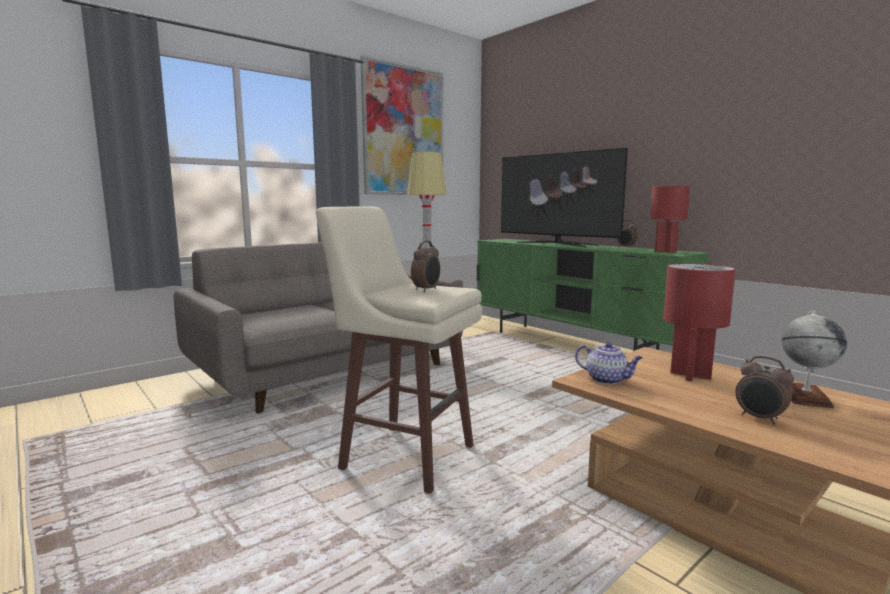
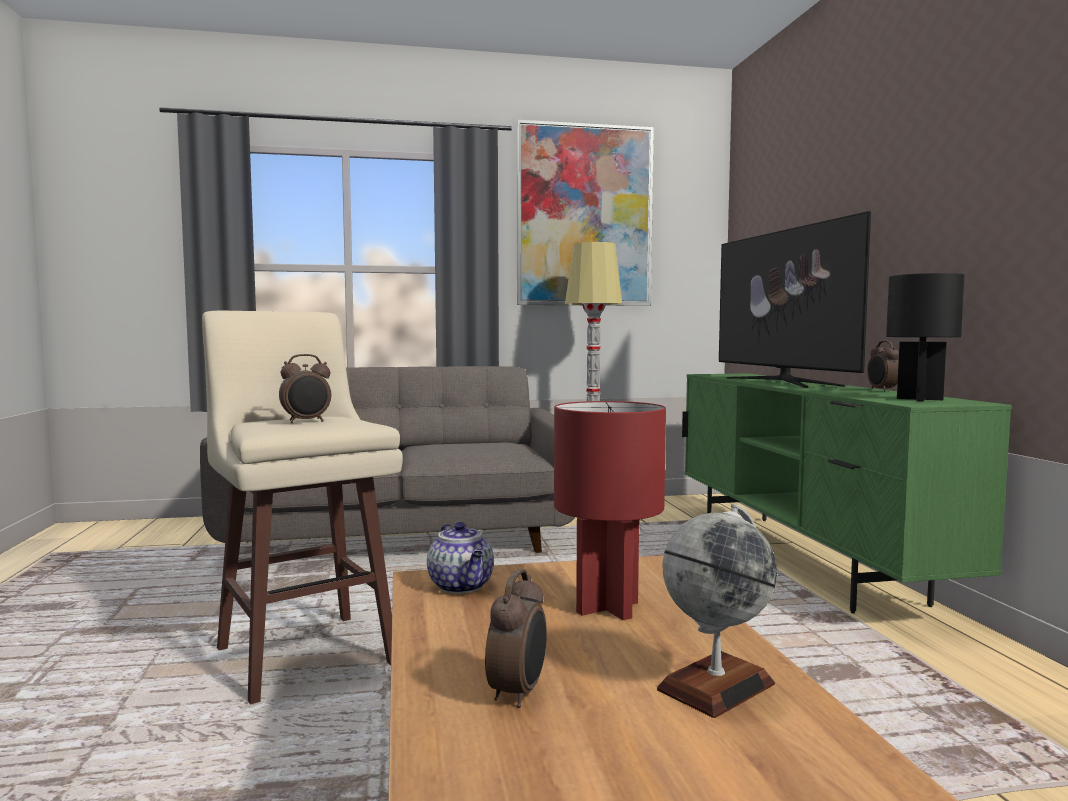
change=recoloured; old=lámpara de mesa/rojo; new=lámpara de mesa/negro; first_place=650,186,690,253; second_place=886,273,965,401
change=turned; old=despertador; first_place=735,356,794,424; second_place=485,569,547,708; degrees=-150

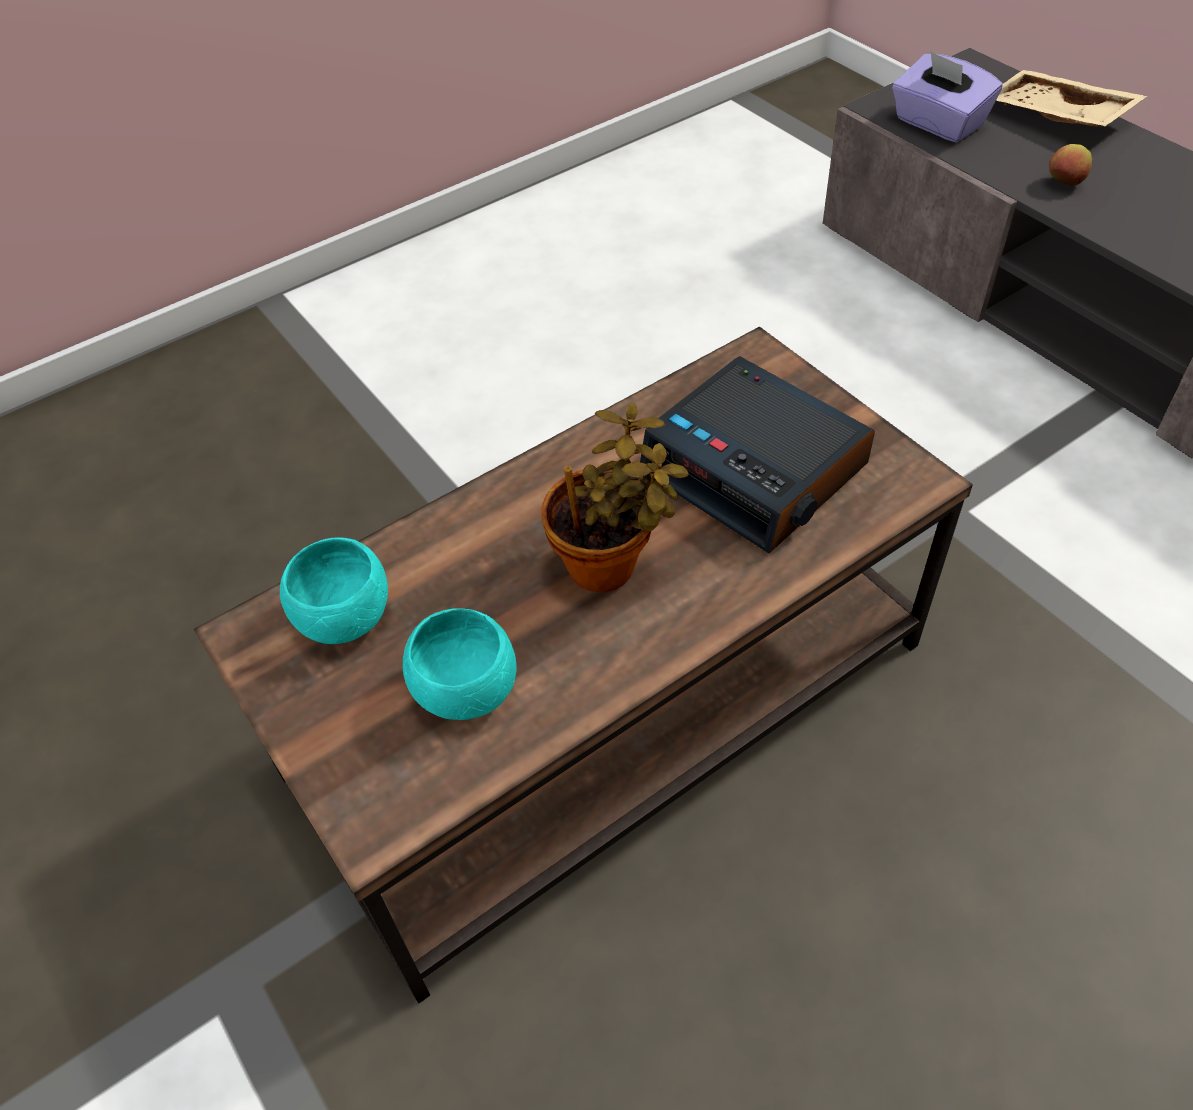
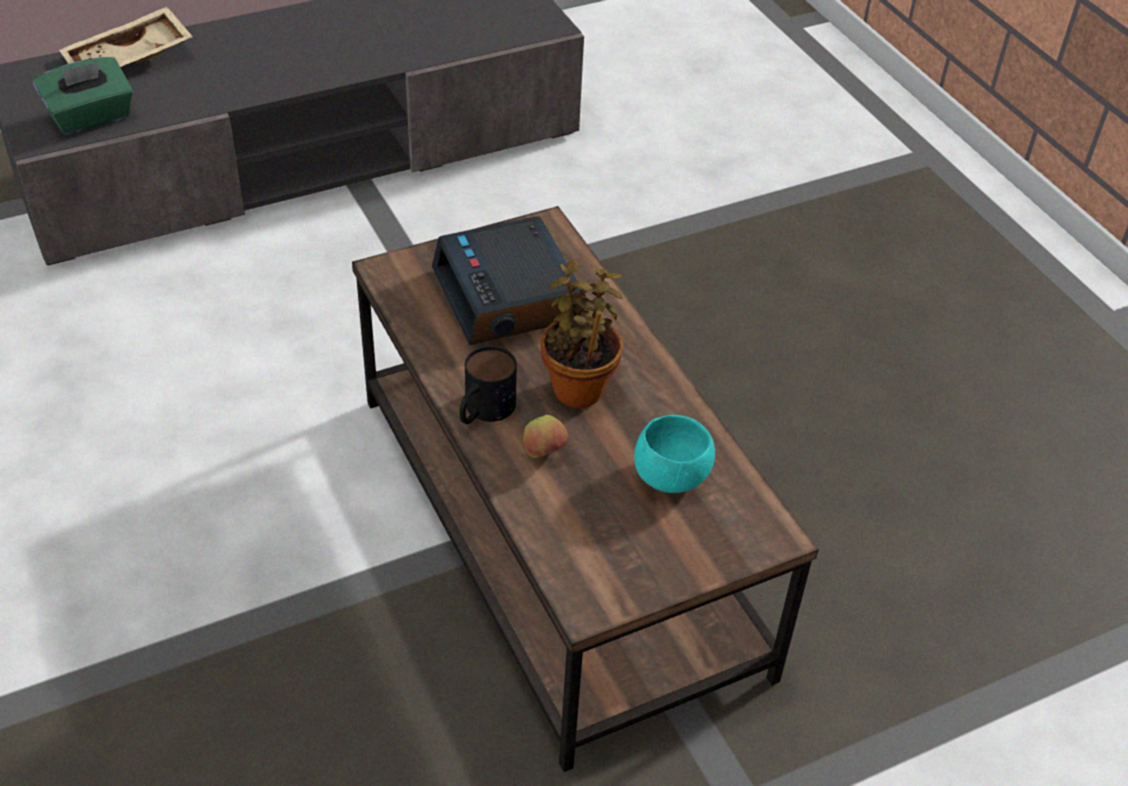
change=recoloured; old=caja de pañuelos/morado; new=caja de pañuelos/verde; first_place=892,51,1002,143; second_place=33,57,133,135
change=moved; old=manzana; first_place=1049,144,1092,186; second_place=523,415,569,459
change=turned; old=despertador; first_place=640,356,875,553; second_place=432,217,586,345; degrees=105
change=removed; old=cuenco/turquesa; first_place=280,537,388,644
change=added; new=taza grande; second_place=459,346,517,424

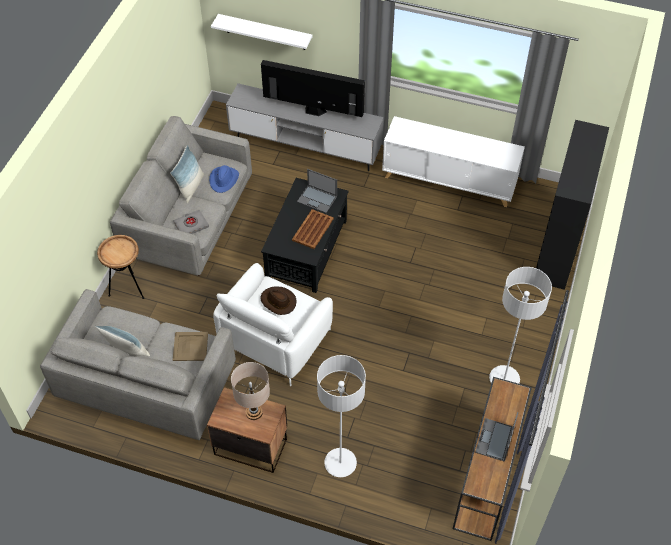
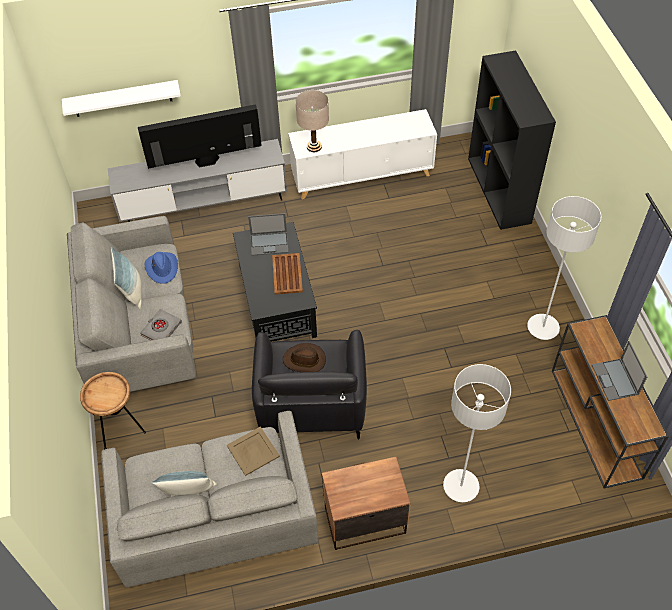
change=recoloured; old=sillón/blanco; new=sillón/negro; first_place=213,263,333,386; second_place=252,330,367,439
change=moved; old=lámpara de mesa/beis; first_place=231,362,270,420; second_place=295,90,329,152

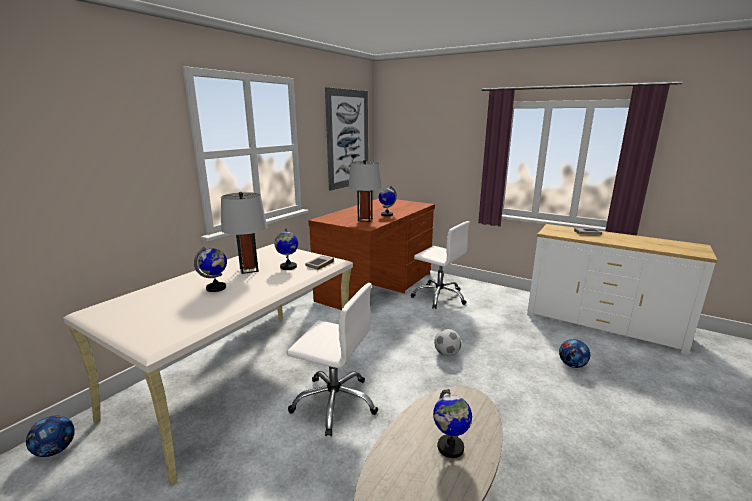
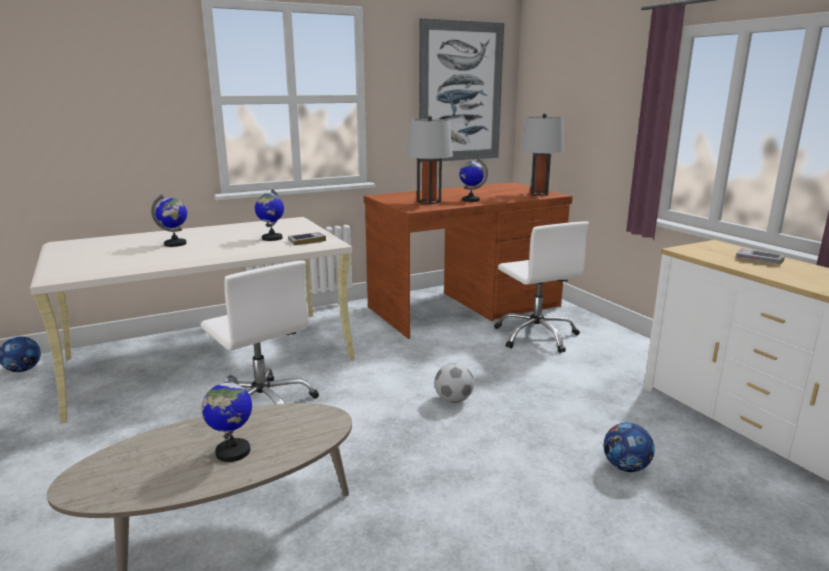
change=moved; old=lámpara de mesa/gris; first_place=221,192,267,274; second_place=520,113,564,196

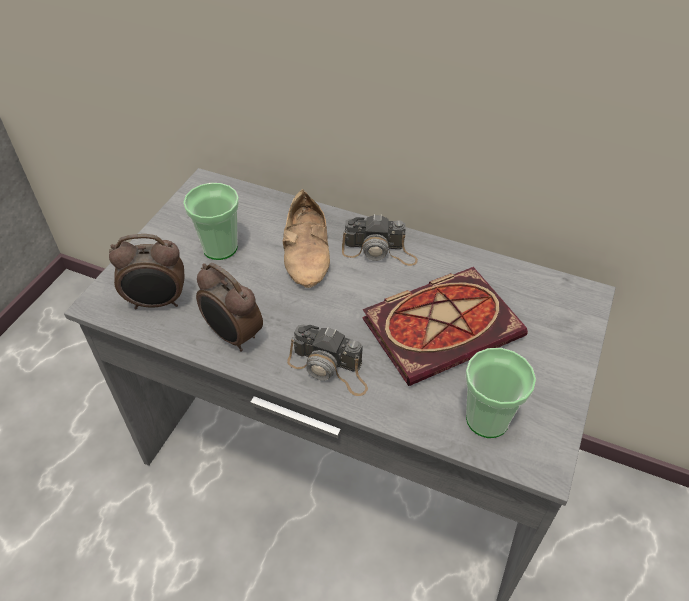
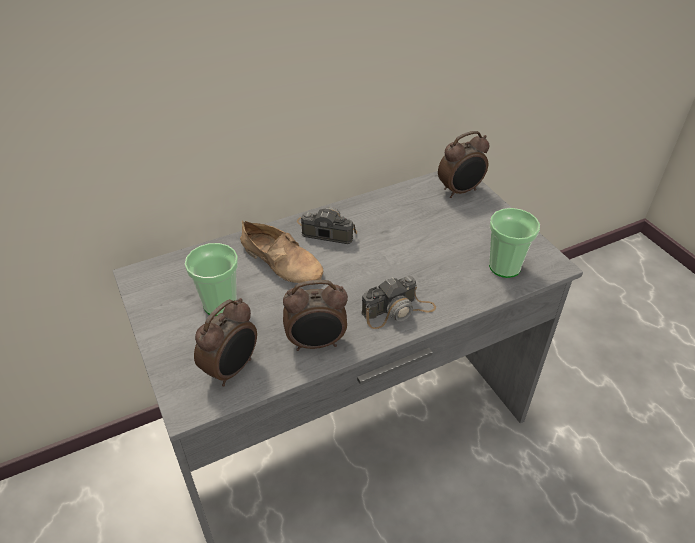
change=turned; old=cámara; first_place=342,214,418,266; second_place=297,207,357,244; degrees=-120
change=removed; old=libro; first_place=362,267,528,386
change=added; new=despertador; second_place=438,131,490,198

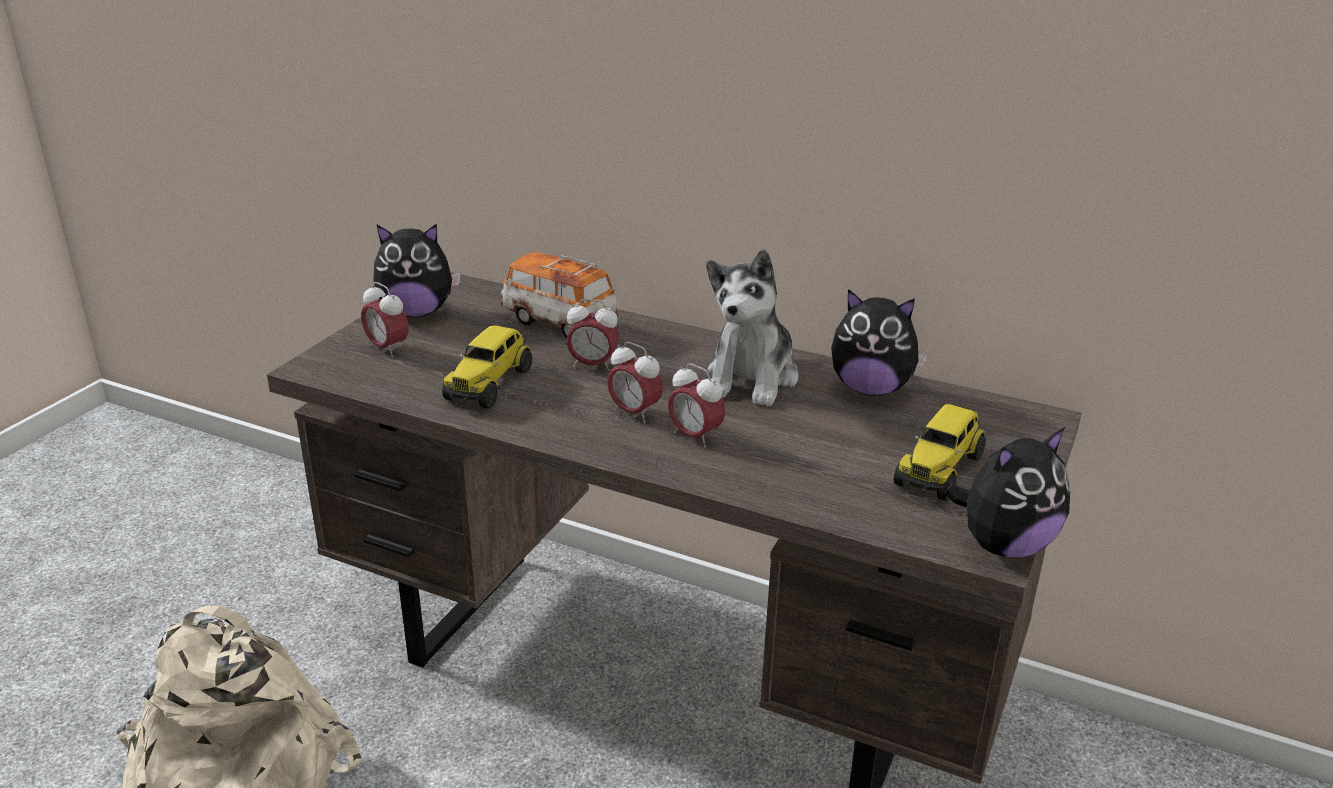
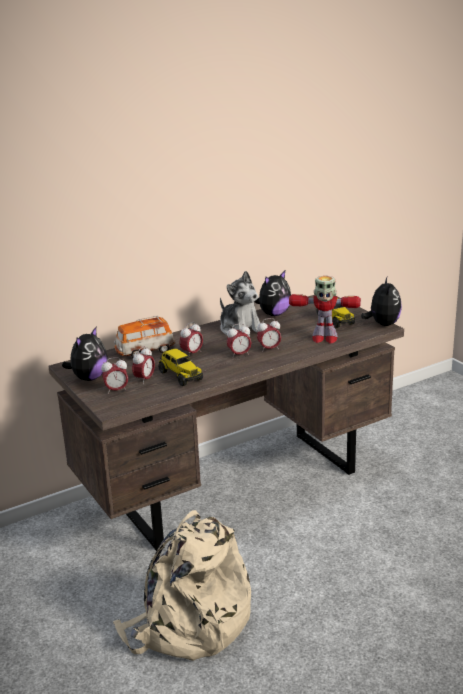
change=added; new=robot de juguete; second_place=289,276,361,343
change=added; new=despertador; second_place=132,346,155,384

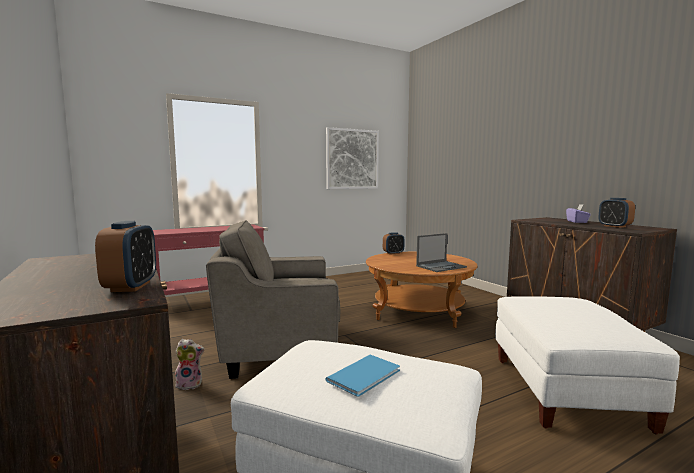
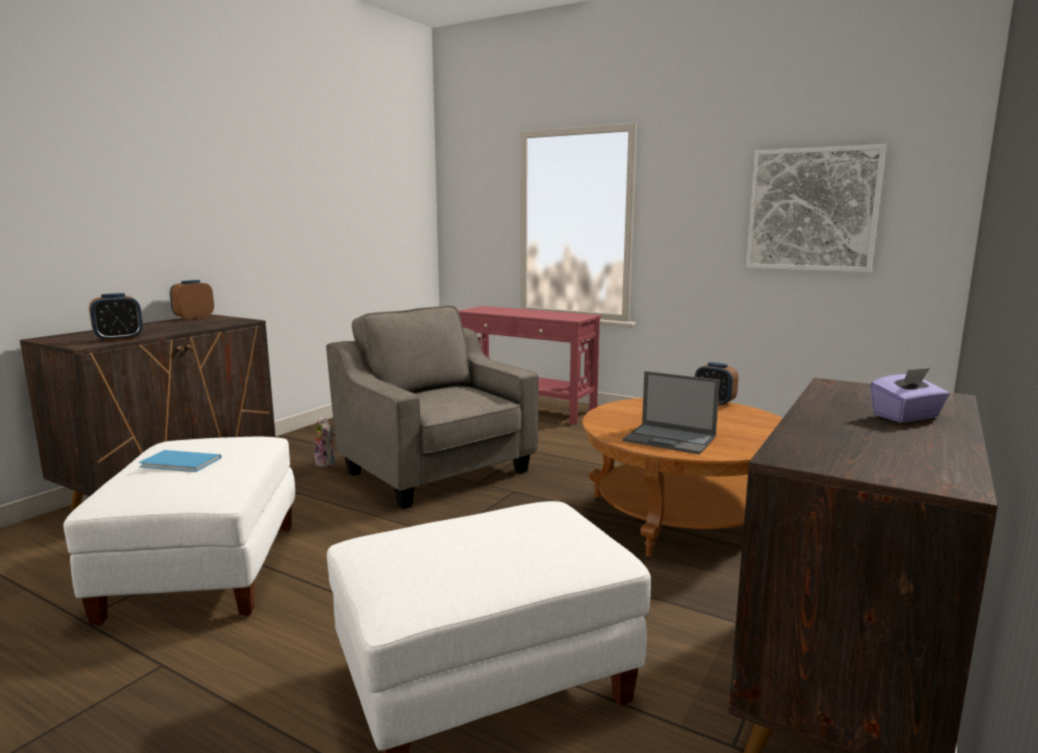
change=moved; old=despertador; first_place=598,198,635,228; second_place=170,280,214,320

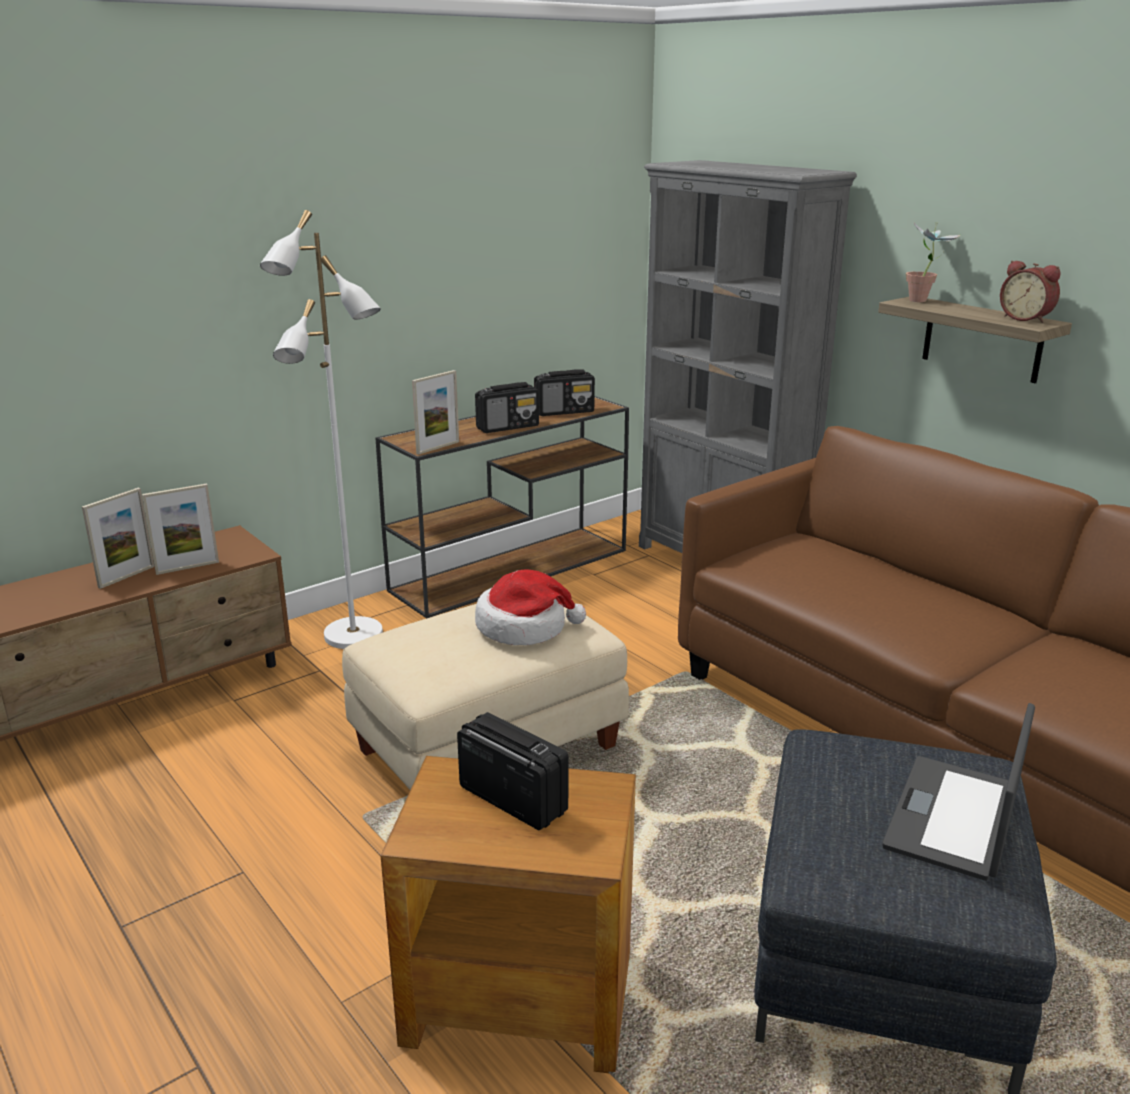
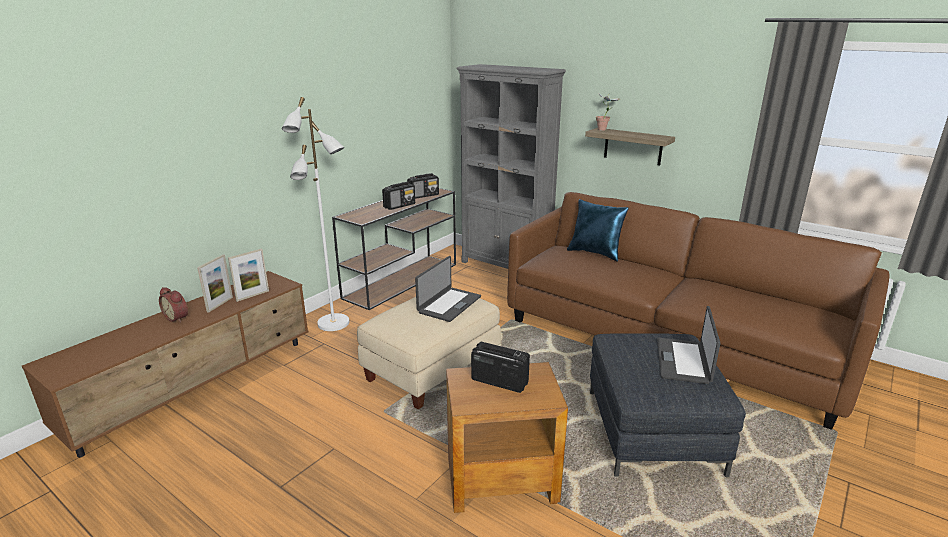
change=moved; old=despertador; first_place=1000,260,1060,323; second_place=159,287,188,323
change=removed; old=portarretratos; first_place=412,370,459,455
change=replaced; old=sombrero; new=portátil; first_place=475,569,586,645; second_place=415,256,481,322
change=added; new=cojín/azul; second_place=567,199,629,262

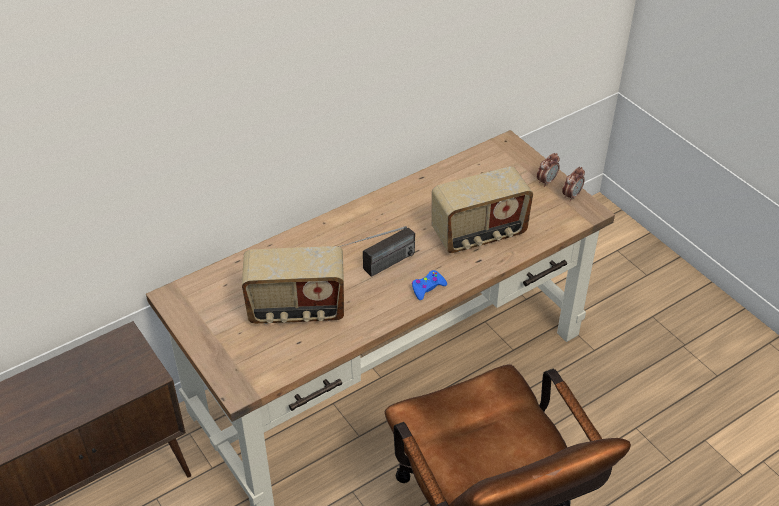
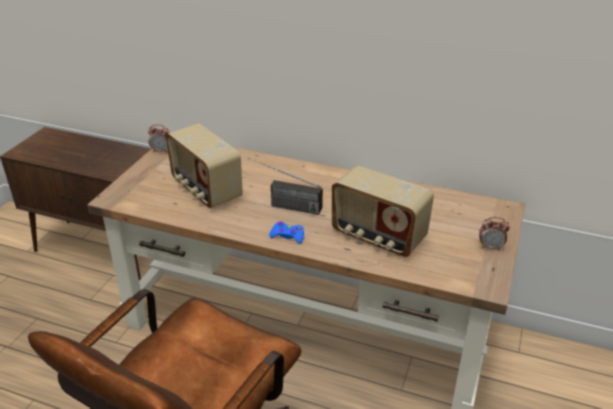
change=moved; old=despertador; first_place=562,167,585,202; second_place=148,124,170,153

